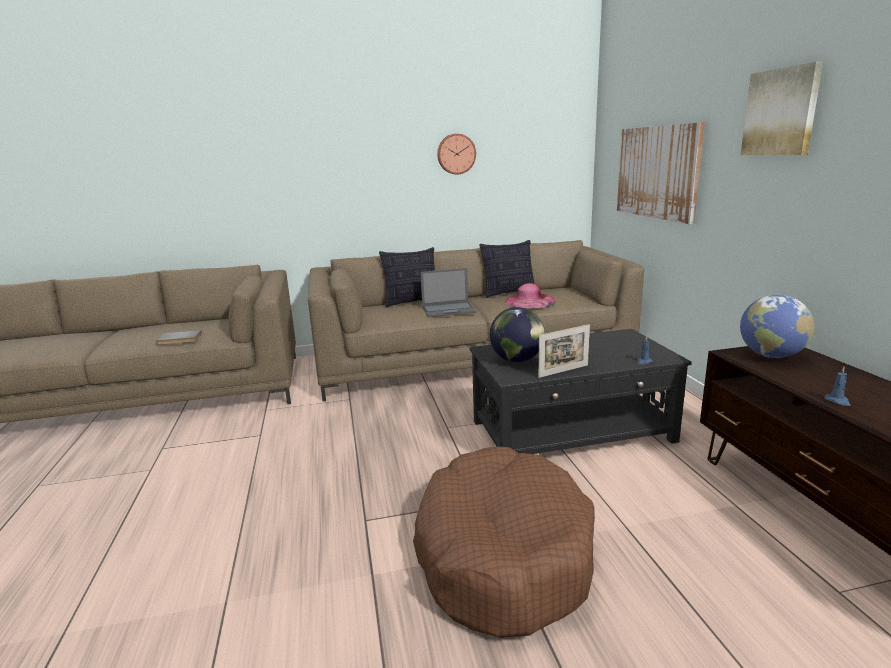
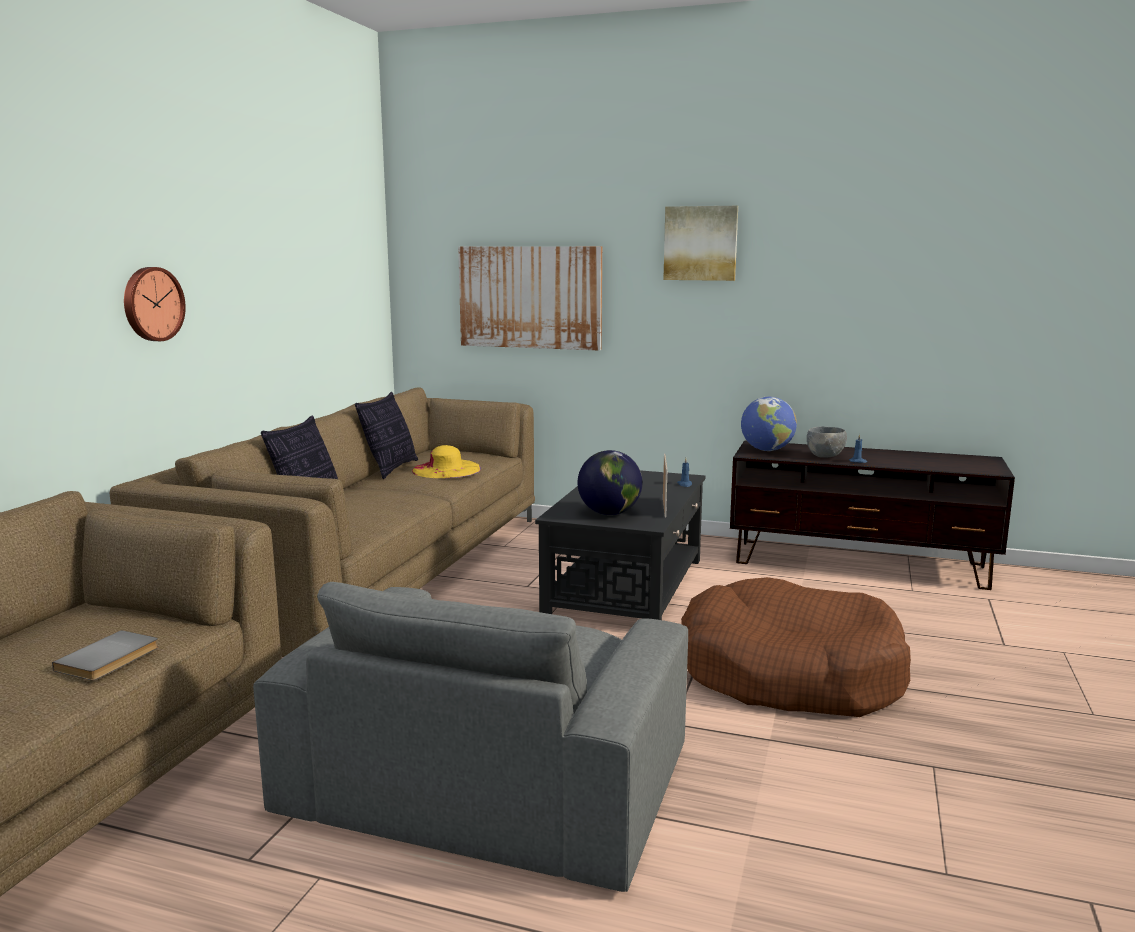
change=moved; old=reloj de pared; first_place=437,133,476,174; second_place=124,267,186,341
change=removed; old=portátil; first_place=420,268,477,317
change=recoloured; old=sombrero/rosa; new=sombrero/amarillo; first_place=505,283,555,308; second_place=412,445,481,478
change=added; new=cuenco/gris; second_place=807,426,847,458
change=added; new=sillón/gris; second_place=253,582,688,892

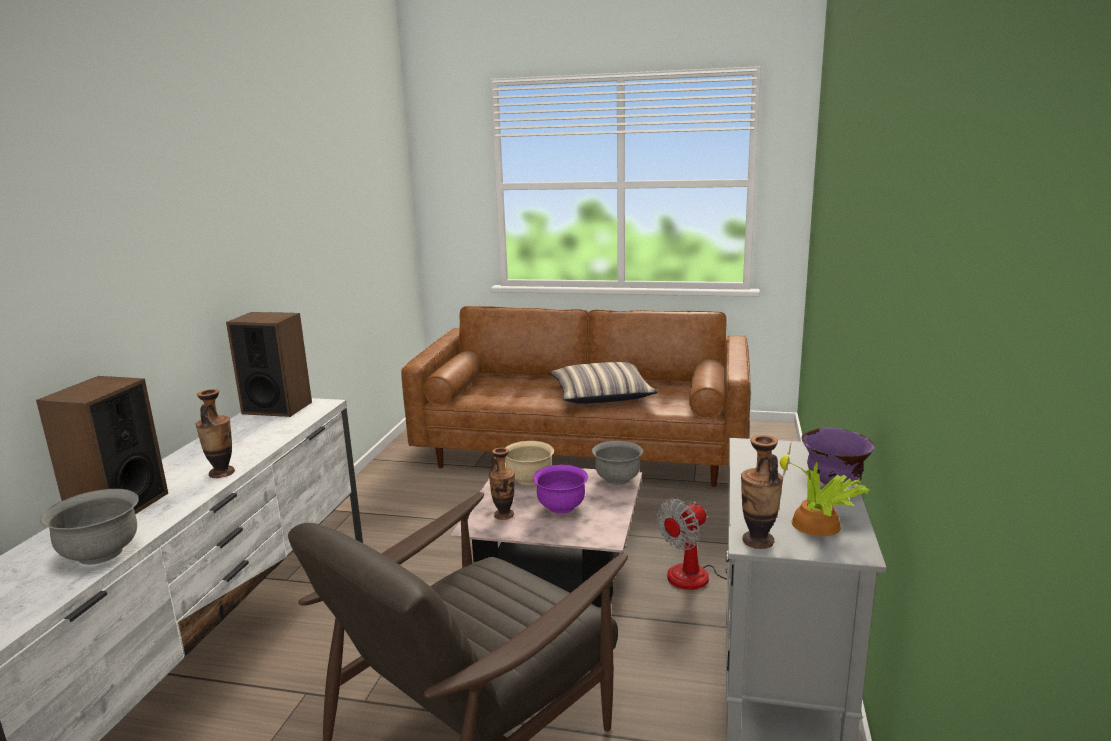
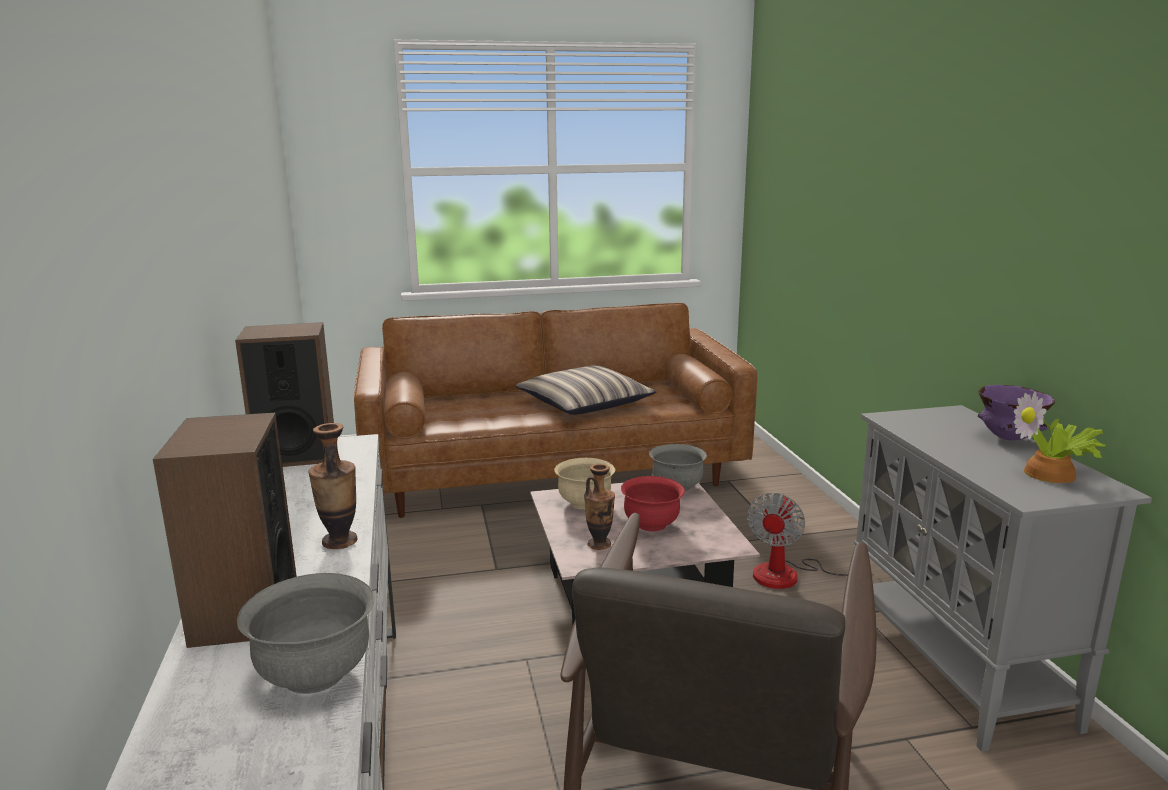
change=removed; old=florero; first_place=741,435,783,549
change=recoloured; old=cuenco/morado; new=cuenco/rojo; first_place=533,465,588,514; second_place=621,476,685,531

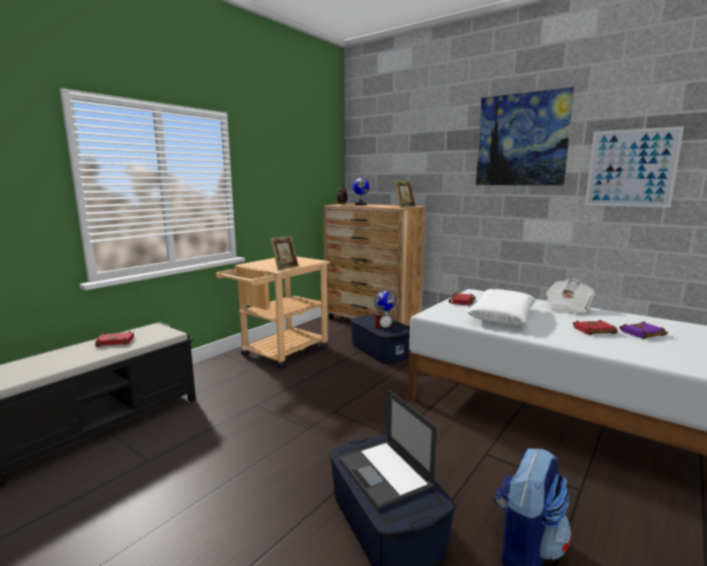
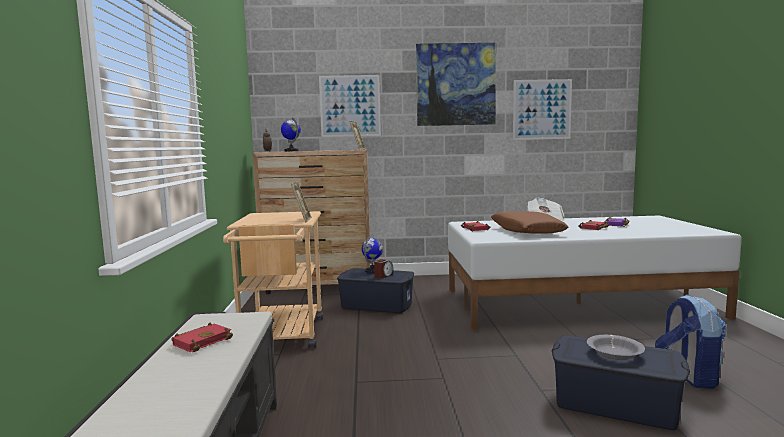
change=recoloured; old=cojín/blanco; new=cojín/marrón; first_place=467,289,536,325; second_place=491,211,568,234
change=replaced; old=portátil; new=cuenco/gris; first_place=338,390,437,510; second_place=587,335,645,360
change=added; new=cuadro; second_place=319,75,381,137

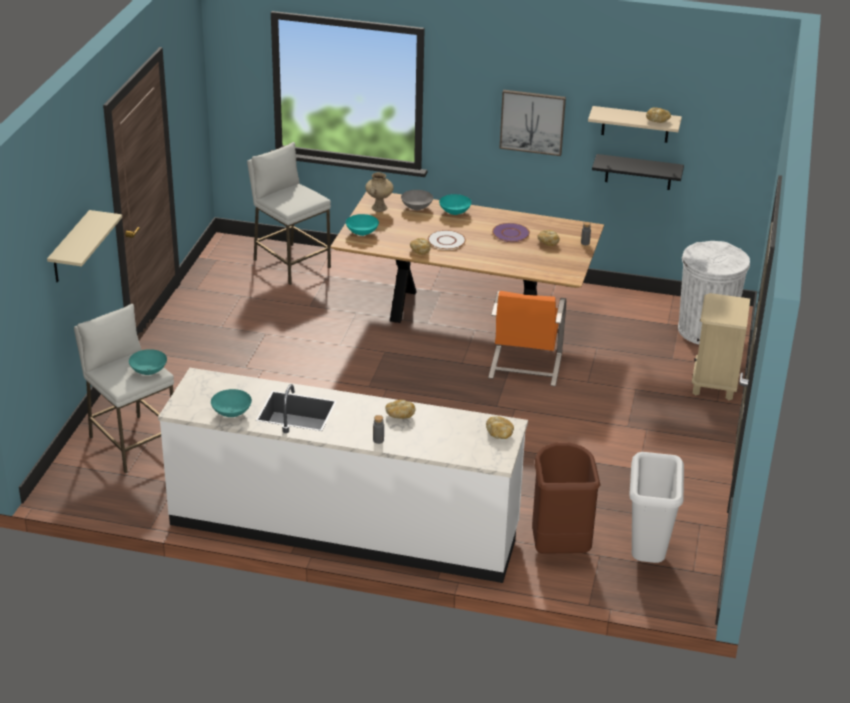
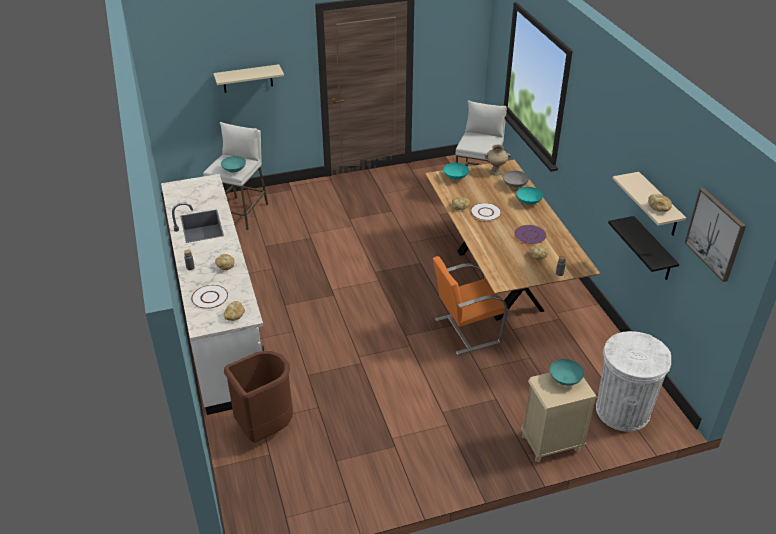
change=moved; old=cuadro; first_place=499,90,566,156; second_place=685,188,746,282
change=moved; old=cuenco/turquesa; first_place=211,389,252,417; second_place=550,359,584,386
change=removed; old=papelera/blanco; first_place=629,452,684,563
change=added; new=plato/blanco; second_place=191,285,228,309

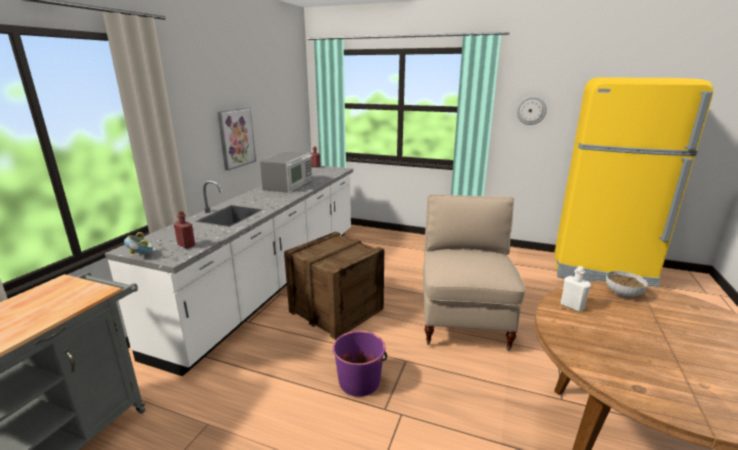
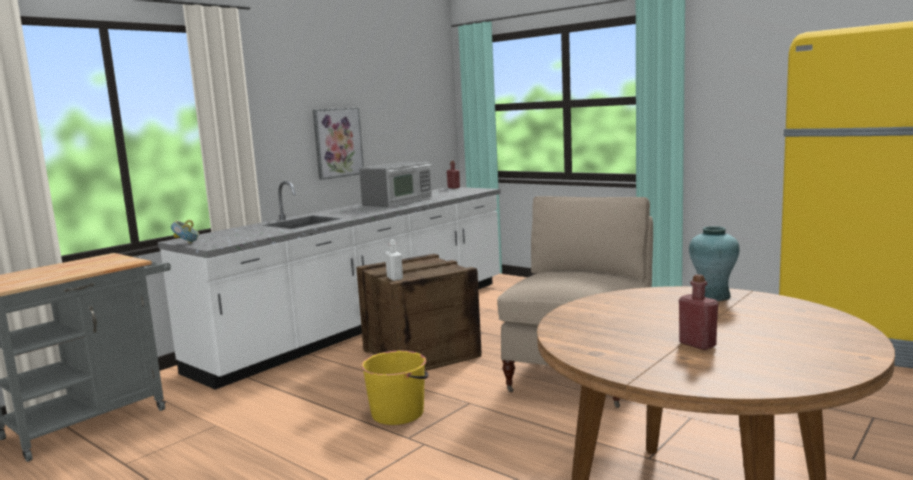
change=removed; old=reloj de pared; first_place=517,96,547,125
change=moved; old=botella/rojo; first_place=174,211,195,249; second_place=679,274,718,350
change=moved; old=botella/blanco; first_place=561,266,591,312; second_place=385,239,403,281
change=replaced; old=cuenco; new=florero/turquesa; first_place=606,271,648,298; second_place=689,226,740,301
change=recoloured; old=cubo/morado; new=cubo/amarillo; first_place=333,331,387,397; second_place=361,351,429,425

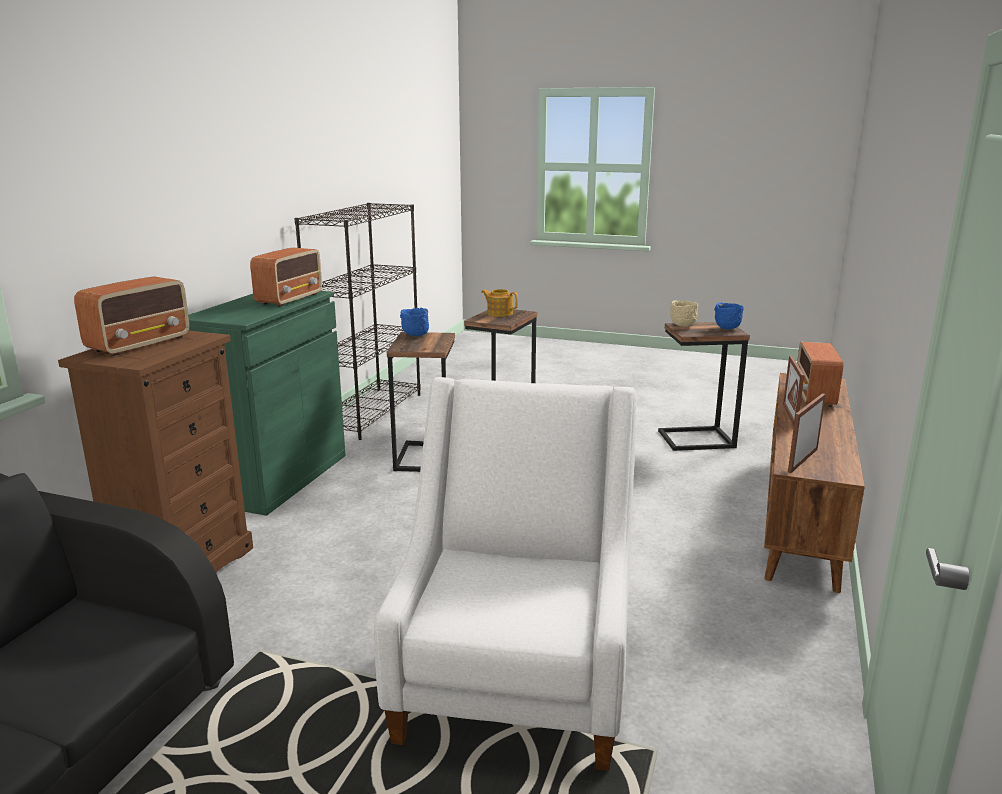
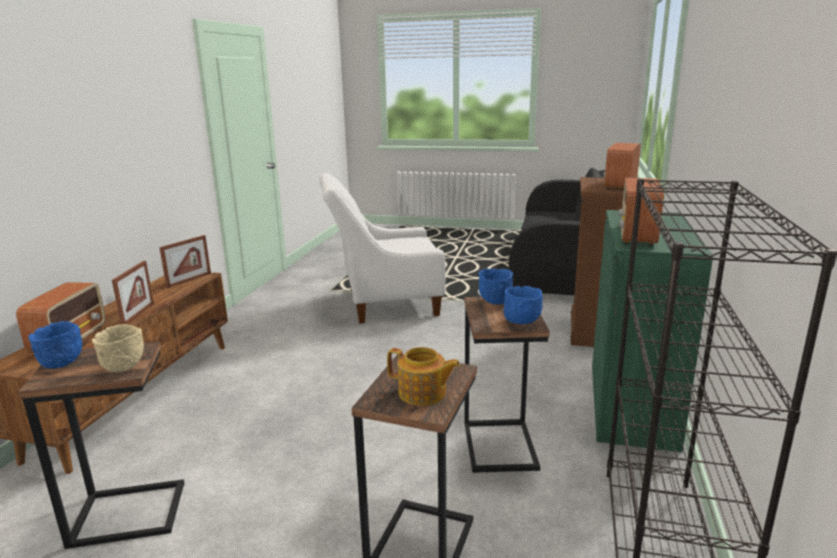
change=turned; old=sillón/blanco; first_place=374,377,636,771; second_place=319,173,445,323; degrees=75
change=added; new=cuenco/azul; second_place=478,269,513,305

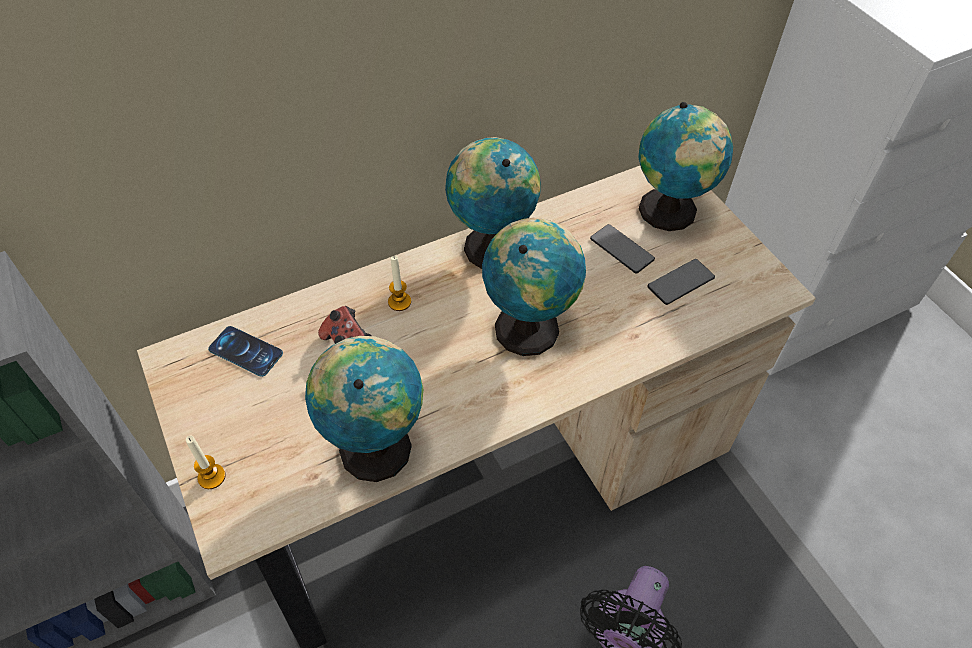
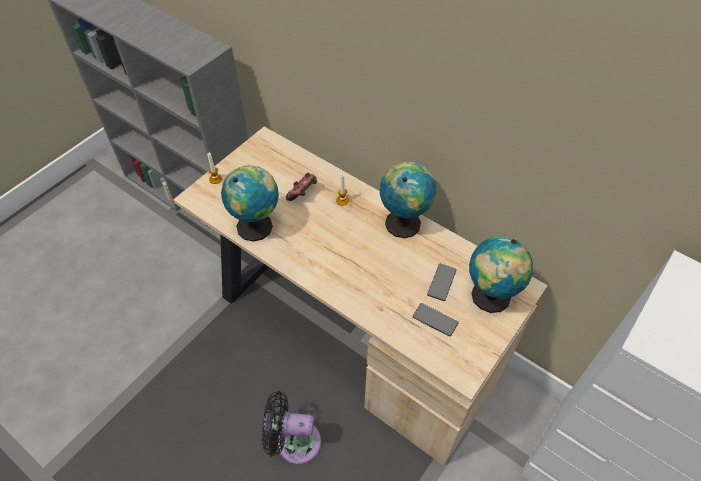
change=removed; old=globo terráqueo; first_place=482,218,586,356
change=removed; old=móvil; first_place=208,326,283,377

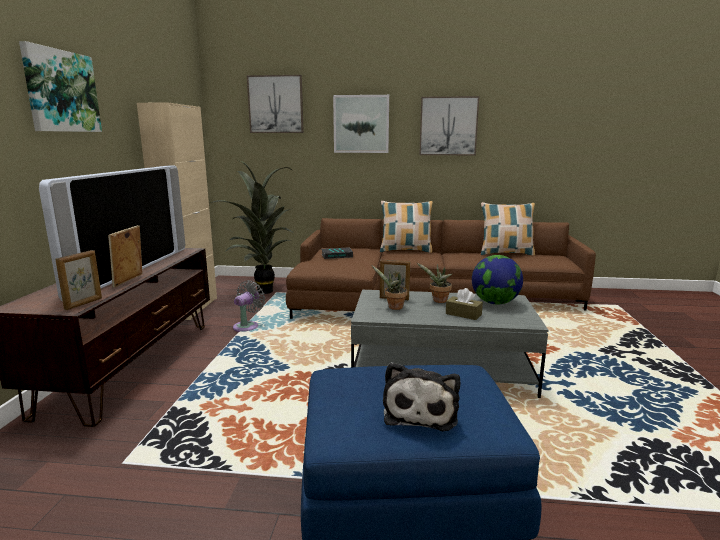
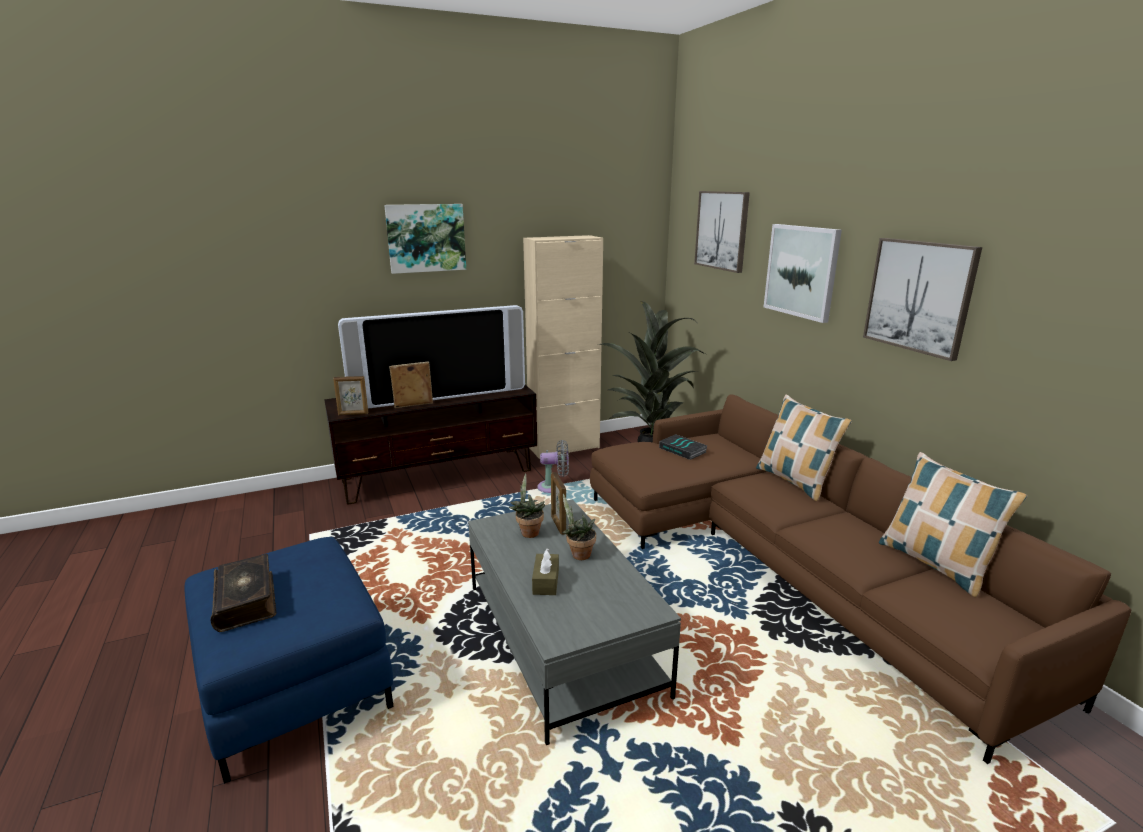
change=removed; old=globo terráqueo; first_place=472,255,523,304
change=replaced; old=peluche; new=libro; first_place=383,362,460,431; second_place=211,554,277,632

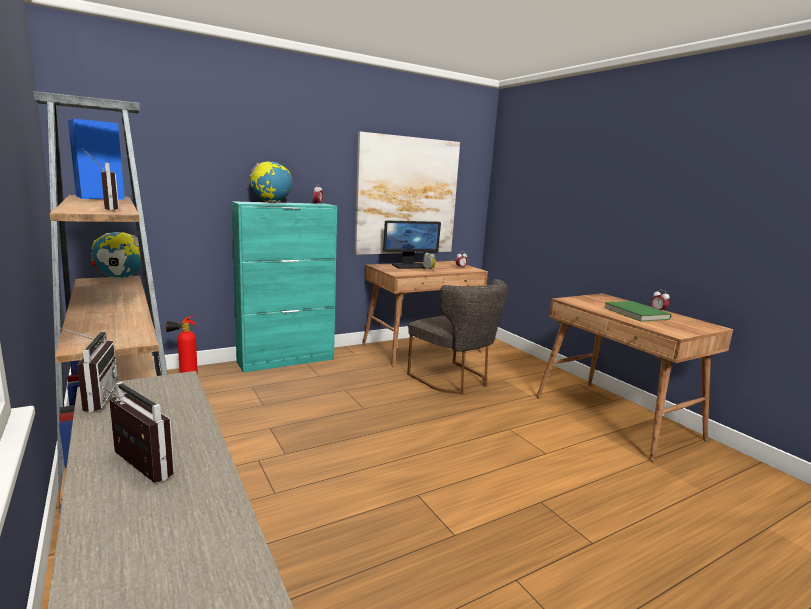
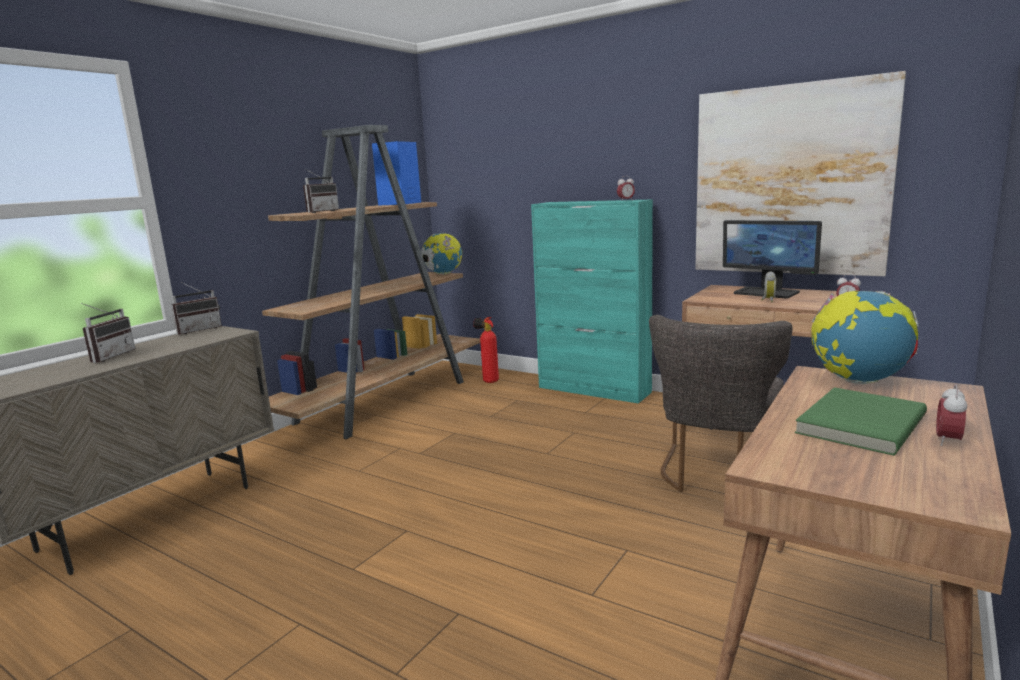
change=moved; old=globo terráqueo; first_place=250,162,292,203; second_place=811,291,919,384

